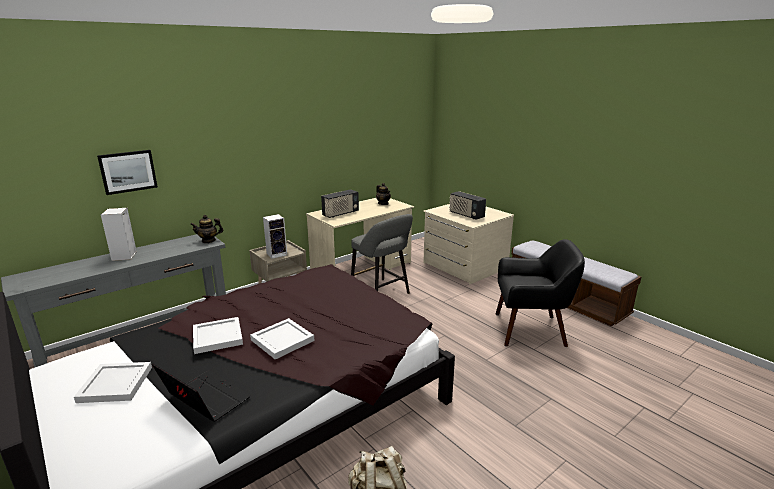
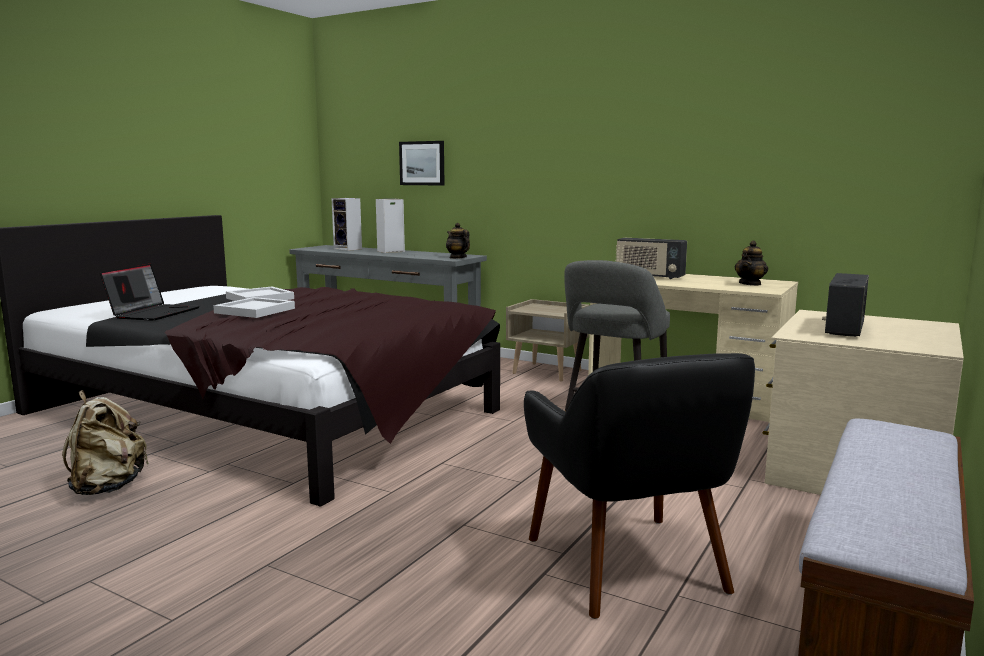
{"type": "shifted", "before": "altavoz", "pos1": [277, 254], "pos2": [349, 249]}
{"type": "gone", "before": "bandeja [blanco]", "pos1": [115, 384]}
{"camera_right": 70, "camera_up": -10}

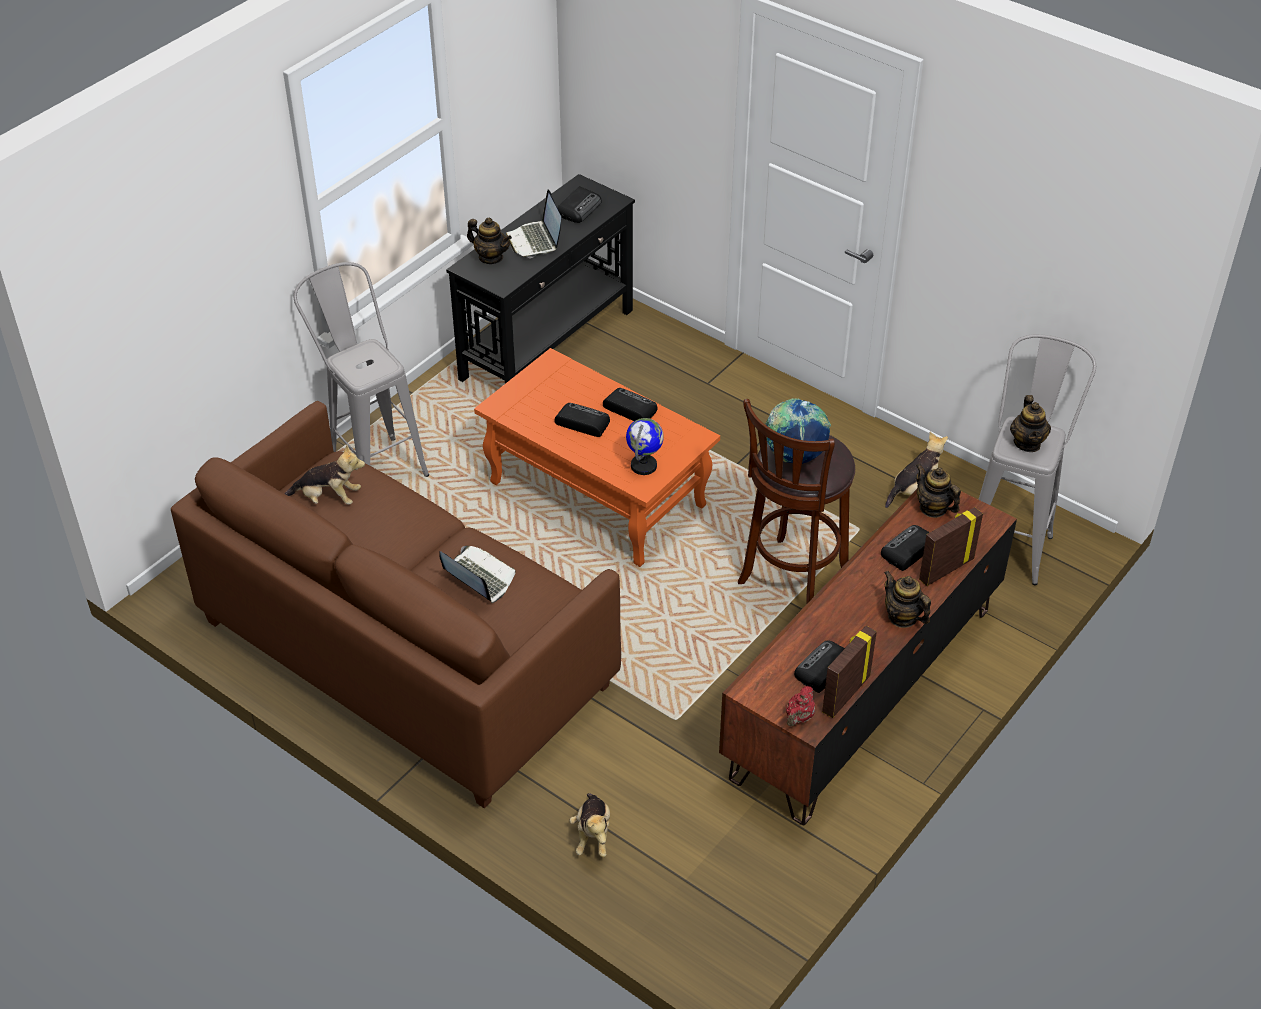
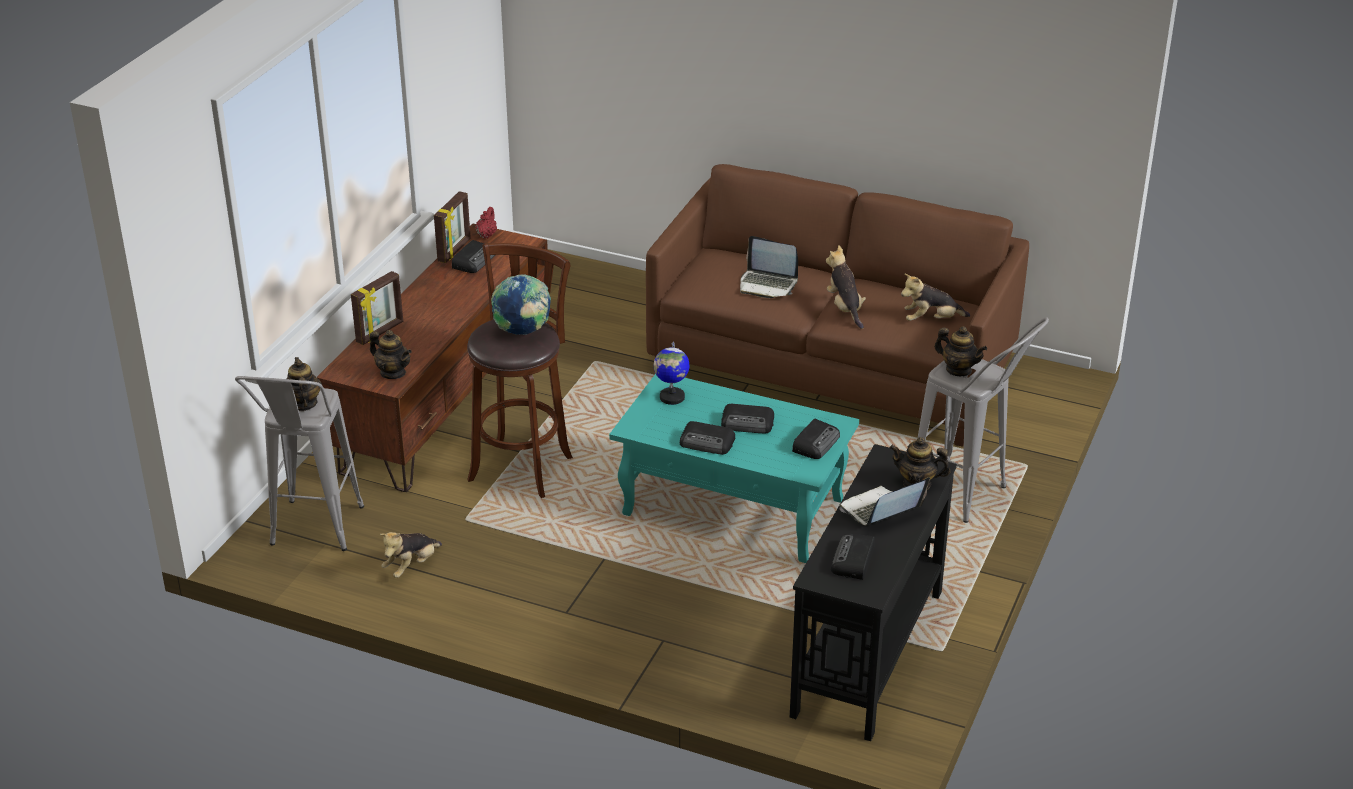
{"type": "rotated", "before": "portátil", "pos1": [535, 241], "pos2": [880, 511], "turn": -90}
{"type": "repainted", "before": "mesa de centro [naranja]", "after": "mesa de centro [turquesa]", "pos1": [596, 494], "pos2": [735, 508]}
{"type": "shifted", "before": "radio", "pos1": [908, 551], "pos2": [816, 443]}
{"type": "shifted", "before": "tetera", "pos1": [902, 617], "pos2": [958, 370]}
{"type": "shifted", "before": "peluche", "pos1": [593, 835], "pos2": [845, 308]}
{"camera_right": 165, "camera_up": -10}

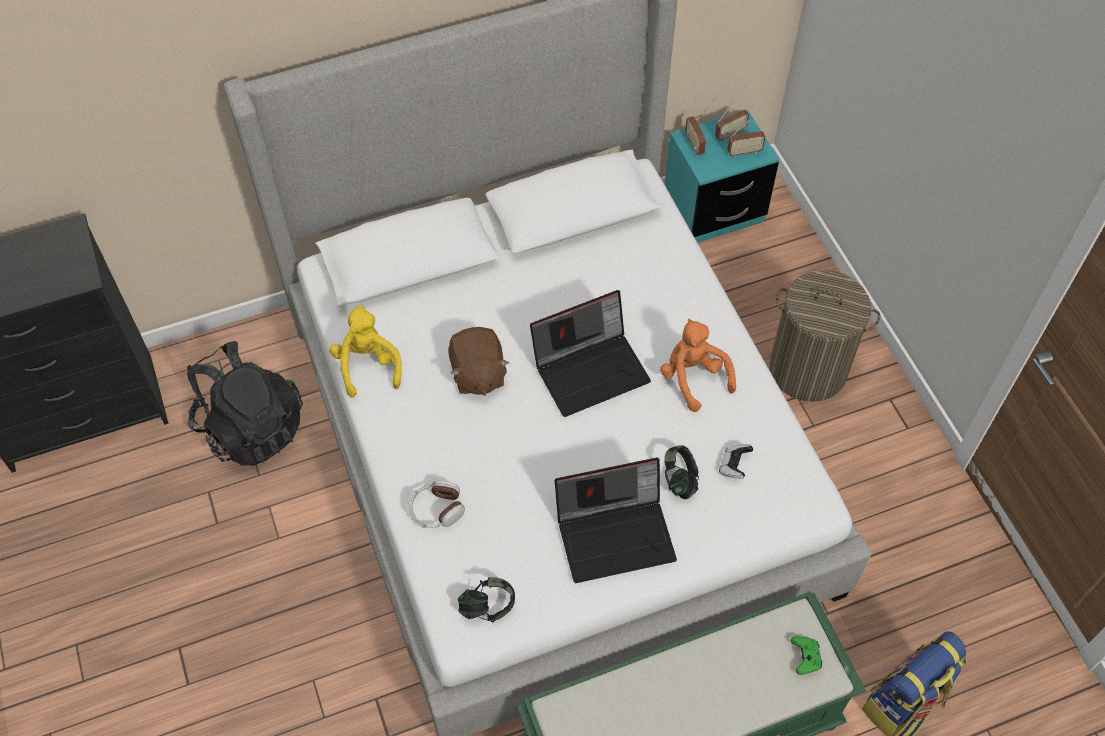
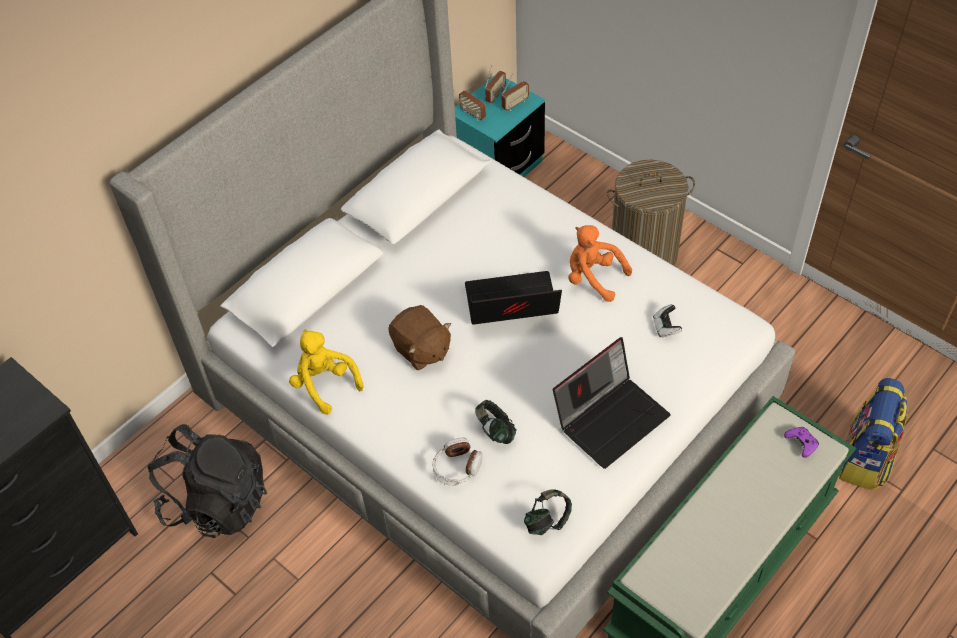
{"type": "rotated", "before": "portátil", "pos1": [591, 369], "pos2": [510, 306], "turn": -135}
{"type": "shifted", "before": "auriculares", "pos1": [679, 480], "pos2": [495, 431]}
{"type": "repainted", "before": "mando de consola [verde]", "after": "mando de consola [morado]", "pos1": [805, 657], "pos2": [801, 444]}
{"camera_right": -25, "camera_up": -5}

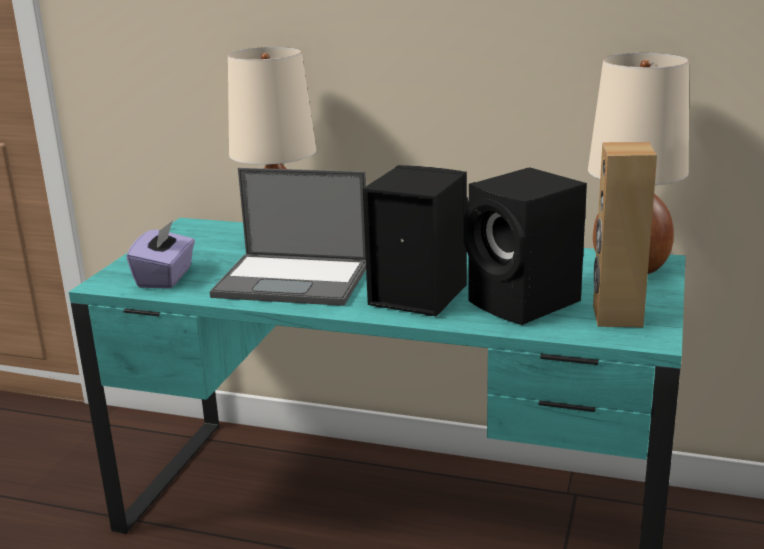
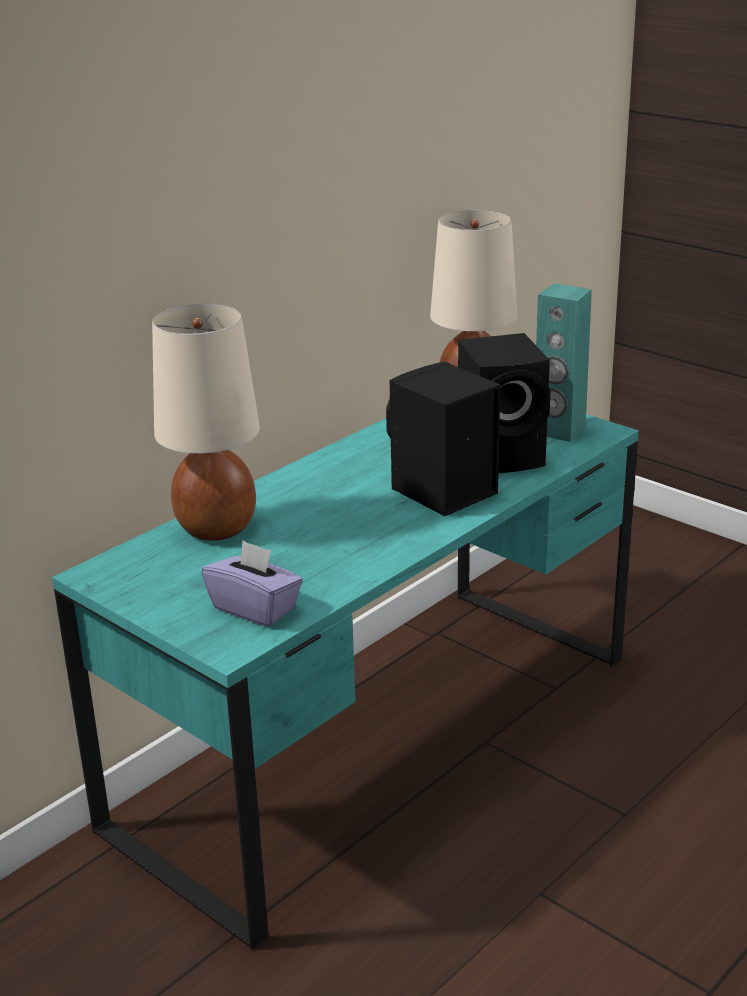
{"type": "repainted", "before": "altavoz [marrón]", "after": "altavoz [turquesa]", "pos1": [616, 316], "pos2": [559, 431]}
{"type": "gone", "before": "portátil", "pos1": [295, 280]}
{"camera_right": -65, "camera_up": 5}

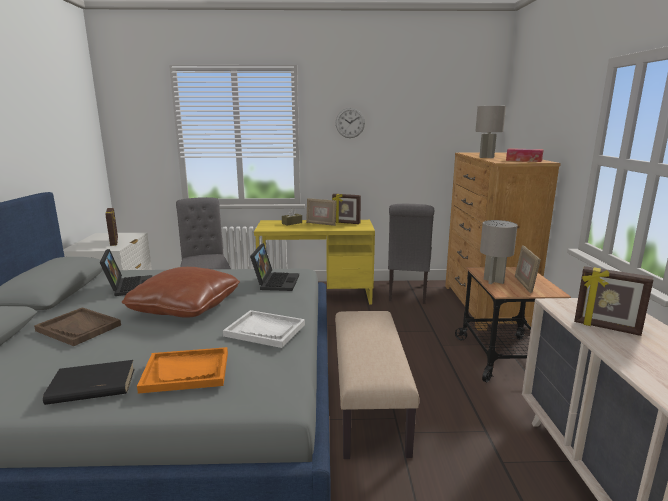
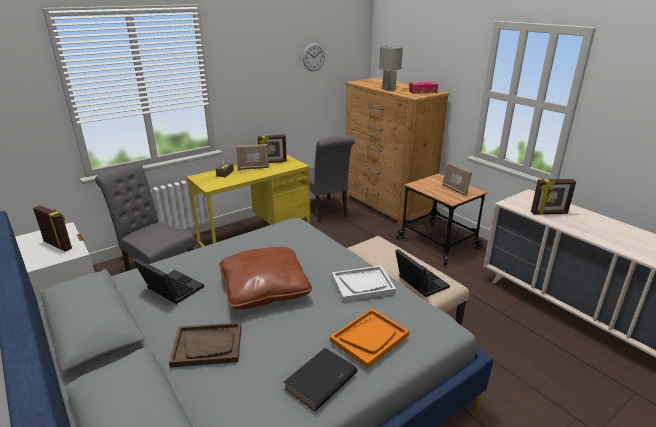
{"type": "shifted", "before": "reloj de pared", "pos1": [350, 123], "pos2": [313, 57]}
{"type": "gone", "before": "lámpara de mesa [gris]", "pos1": [493, 281]}
{"type": "shifted", "before": "portátil", "pos1": [275, 282], "pos2": [419, 282]}
{"camera_right": -35, "camera_up": 10}

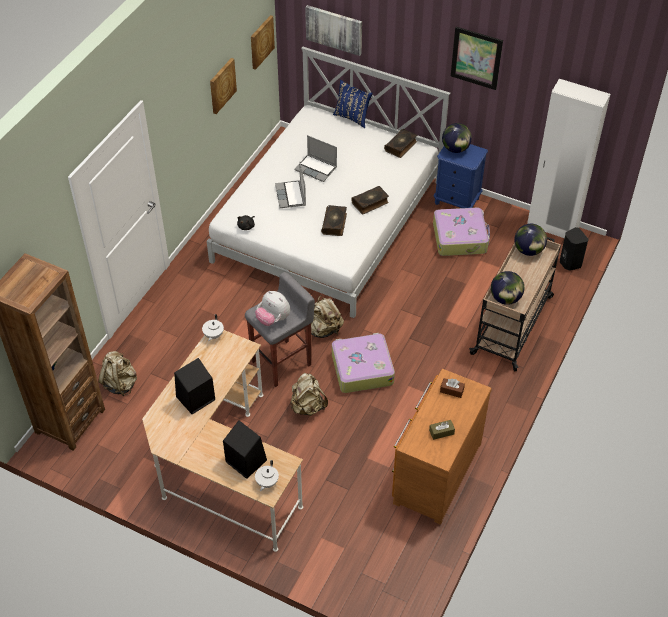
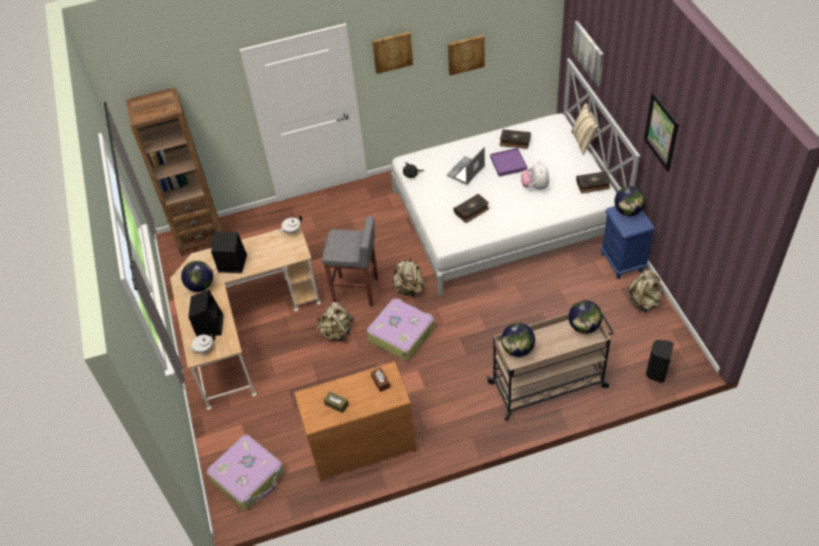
{"type": "shifted", "before": "cuadro", "pos1": [261, 42], "pos2": [392, 52]}
{"type": "gone", "before": "armario ropero [blanco]", "pos1": [552, 227]}
{"type": "repainted", "before": "cojín [azul]", "after": "cojín [beis]", "pos1": [352, 117], "pos2": [583, 141]}
{"type": "swapped", "before": "portátil", "after": "bandeja [morado]", "pos1": [316, 168], "pos2": [508, 163]}
{"type": "shifted", "before": "libro", "pos1": [370, 203], "pos2": [515, 142]}
{"type": "shifted", "before": "maleta", "pos1": [460, 237], "pos2": [249, 477]}
{"type": "shifted", "before": "peluche", "pos1": [273, 319], "pos2": [535, 186]}
{"type": "shifted", "before": "mochila [beis]", "pos1": [120, 384], "pos2": [644, 301]}
{"type": "new", "after": "globo terráqueo", "pos2": [201, 285]}
{"camera_right": 50, "camera_up": 0}

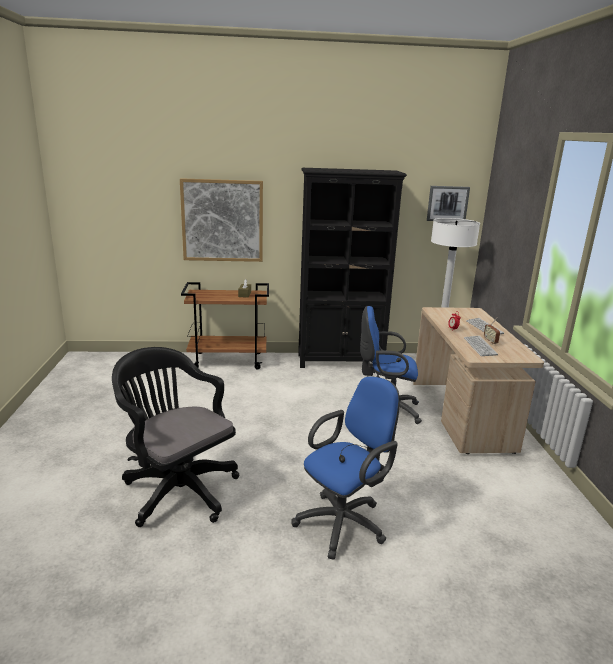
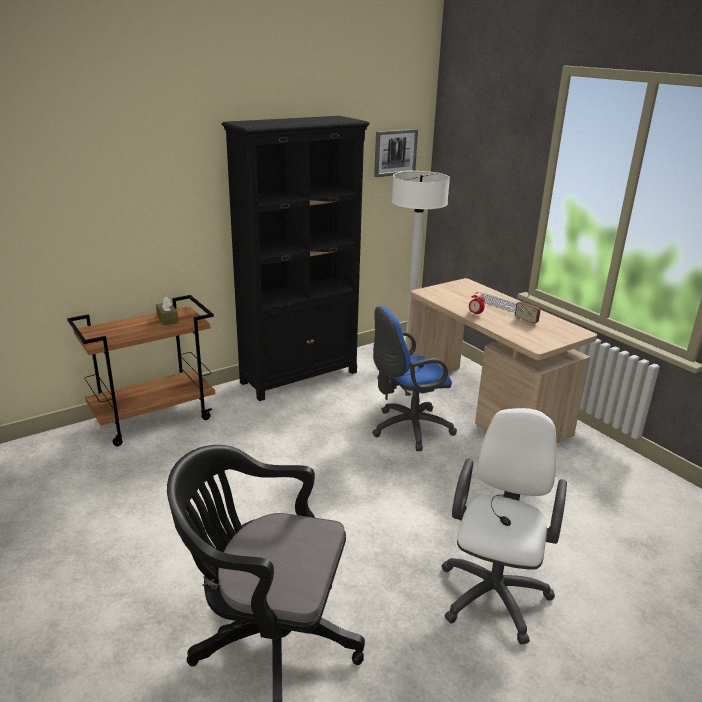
{"type": "gone", "before": "cuadro", "pos1": [222, 220]}
{"type": "gone", "before": "teclado", "pos1": [480, 346]}
{"type": "repainted", "before": "silla de oficina [azul]", "after": "silla de oficina [blanco]", "pos1": [345, 522], "pos2": [495, 590]}
{"camera_right": -30, "camera_up": 5}

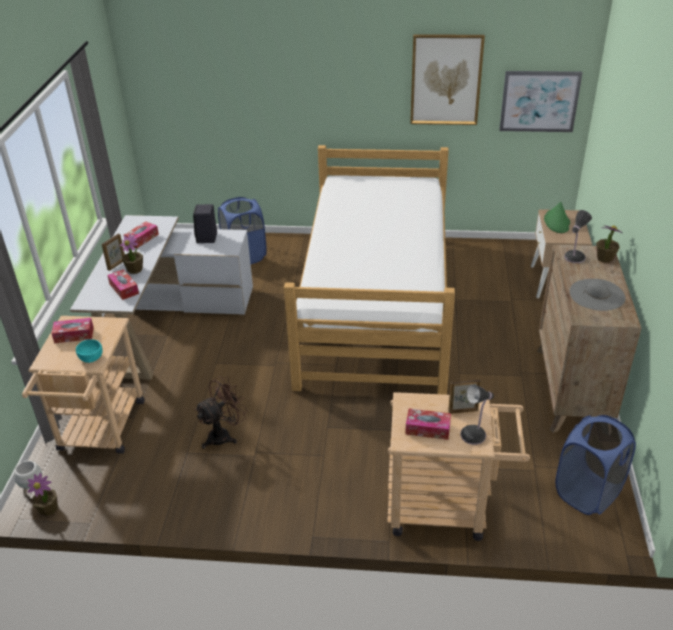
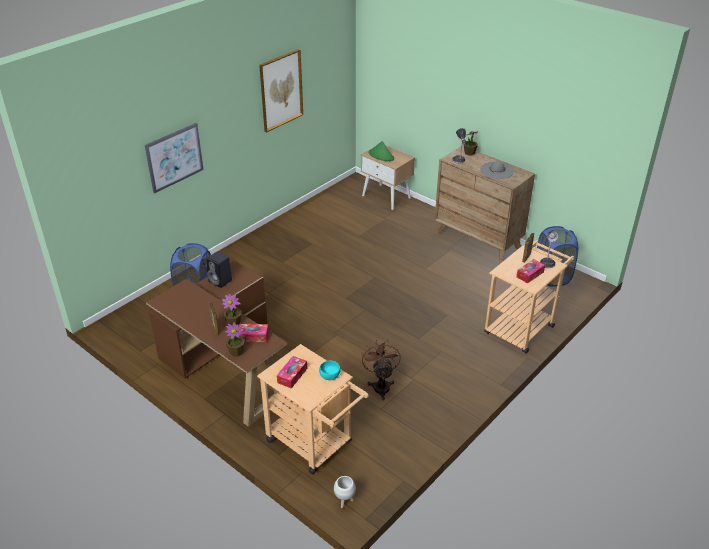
{"type": "shifted", "before": "cuadro", "pos1": [539, 101], "pos2": [174, 157]}
{"type": "gone", "before": "cama", "pos1": [376, 306]}
{"type": "repainted", "before": "escritorio [blanco]", "after": "escritorio [marrón]", "pos1": [165, 321], "pos2": [225, 364]}
{"type": "gone", "before": "caja de pañuelos", "pos1": [142, 239]}
{"type": "shifted", "before": "planta en maceta", "pos1": [48, 509], "pos2": [236, 351]}
{"camera_right": -55, "camera_up": 0}

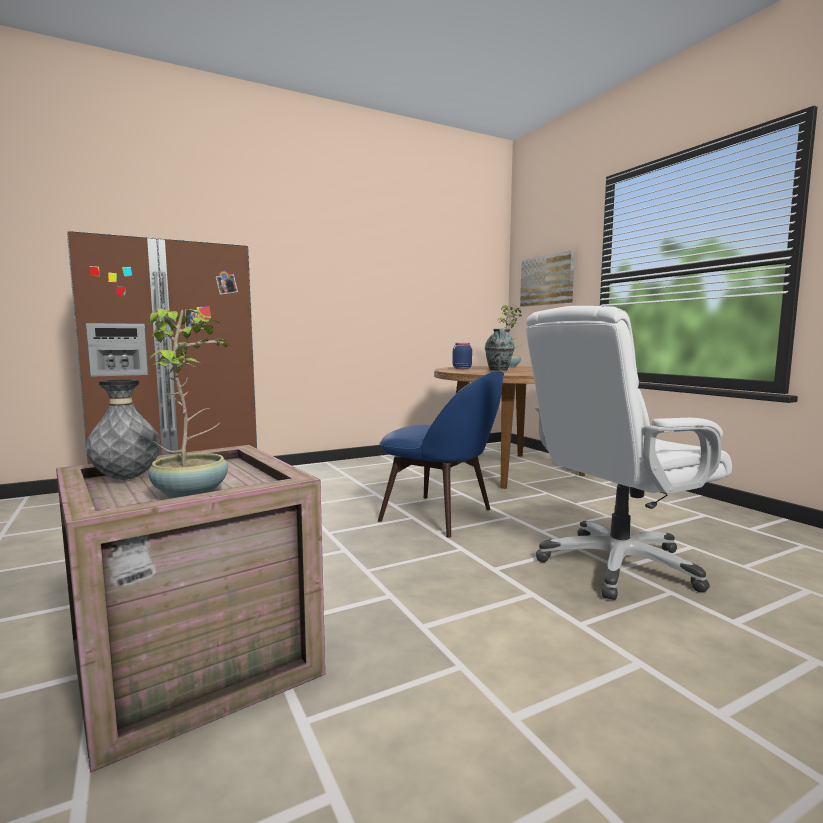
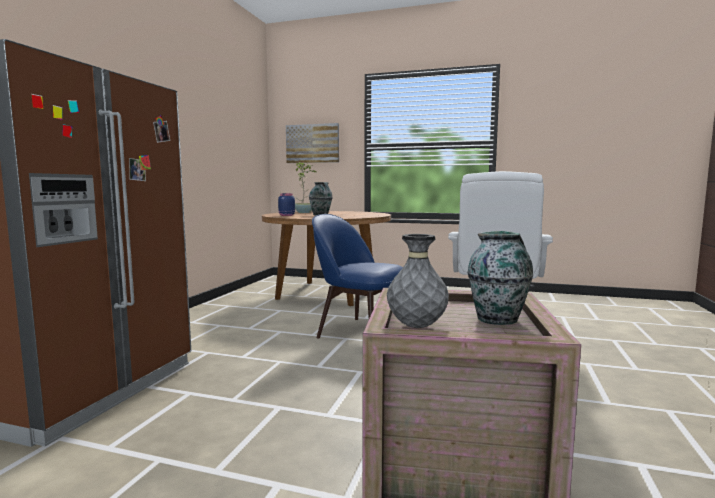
{"type": "swapped", "before": "planta en maceta", "after": "florero", "pos1": [192, 493], "pos2": [498, 319]}
{"type": "rotated", "before": "silla [azul]", "pos1": [440, 516], "pos2": [359, 332], "turn": -135}
{"camera_right": -45, "camera_up": 0}

